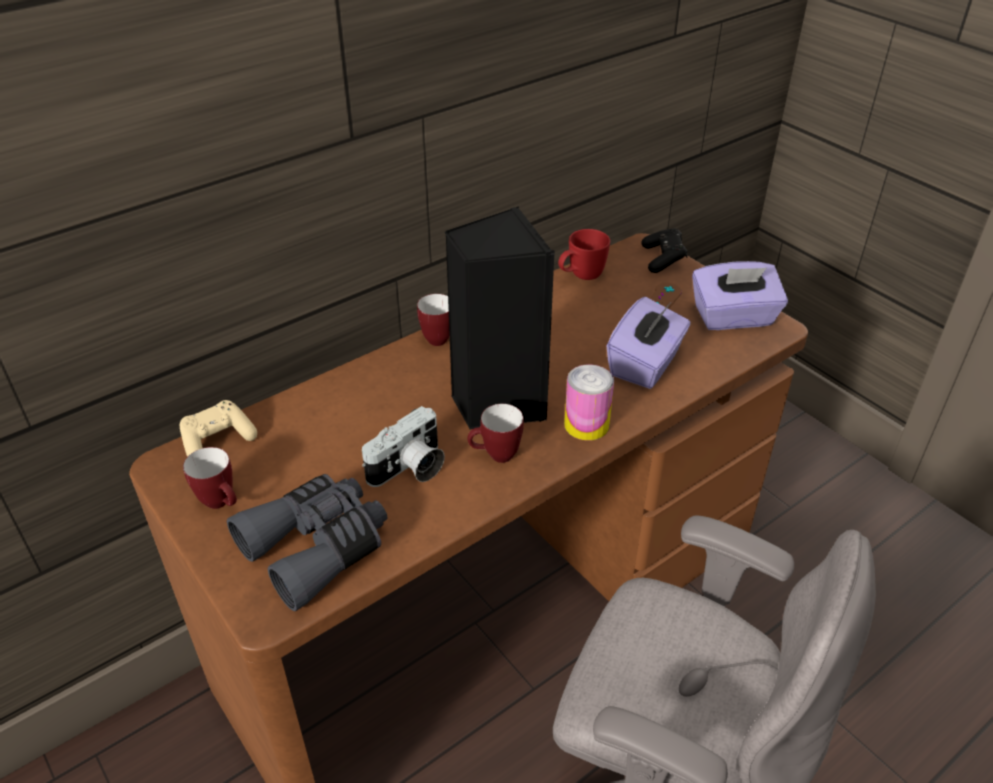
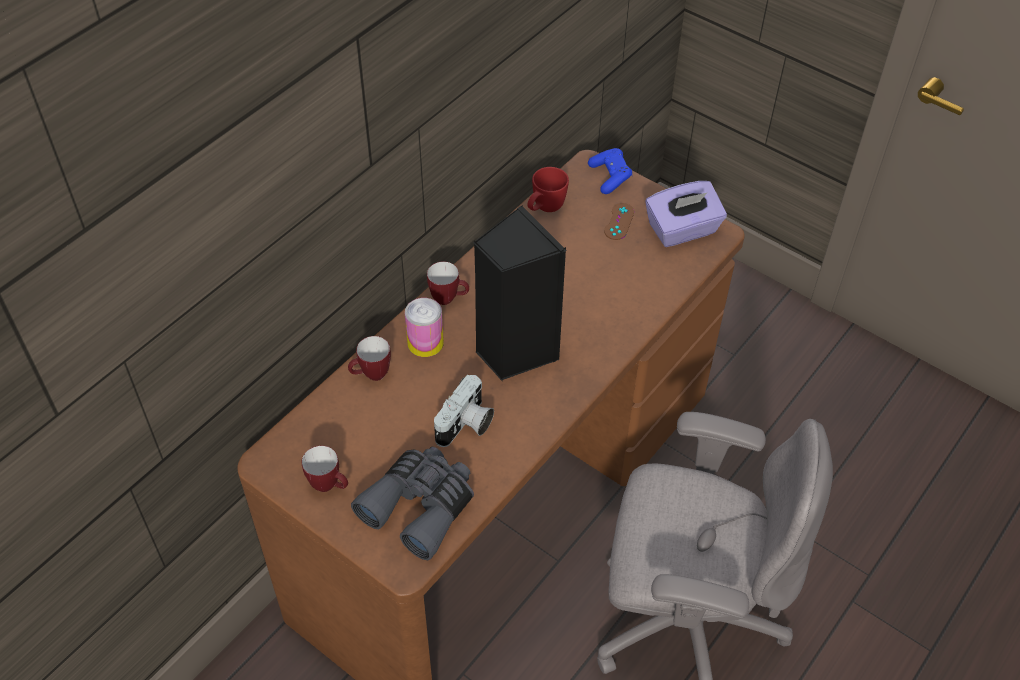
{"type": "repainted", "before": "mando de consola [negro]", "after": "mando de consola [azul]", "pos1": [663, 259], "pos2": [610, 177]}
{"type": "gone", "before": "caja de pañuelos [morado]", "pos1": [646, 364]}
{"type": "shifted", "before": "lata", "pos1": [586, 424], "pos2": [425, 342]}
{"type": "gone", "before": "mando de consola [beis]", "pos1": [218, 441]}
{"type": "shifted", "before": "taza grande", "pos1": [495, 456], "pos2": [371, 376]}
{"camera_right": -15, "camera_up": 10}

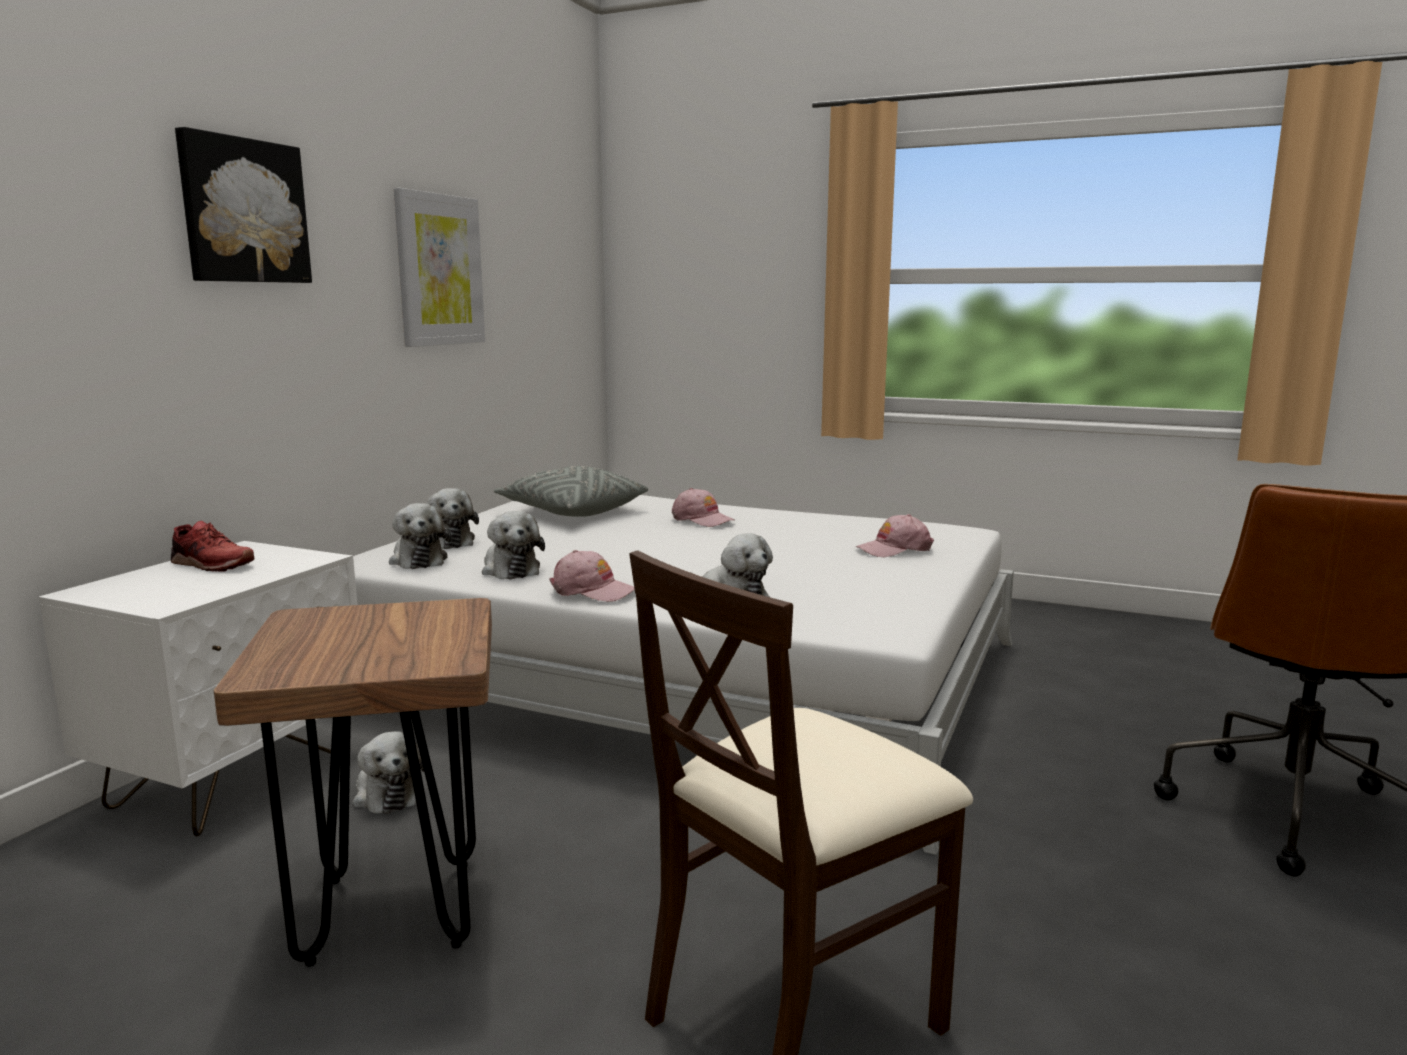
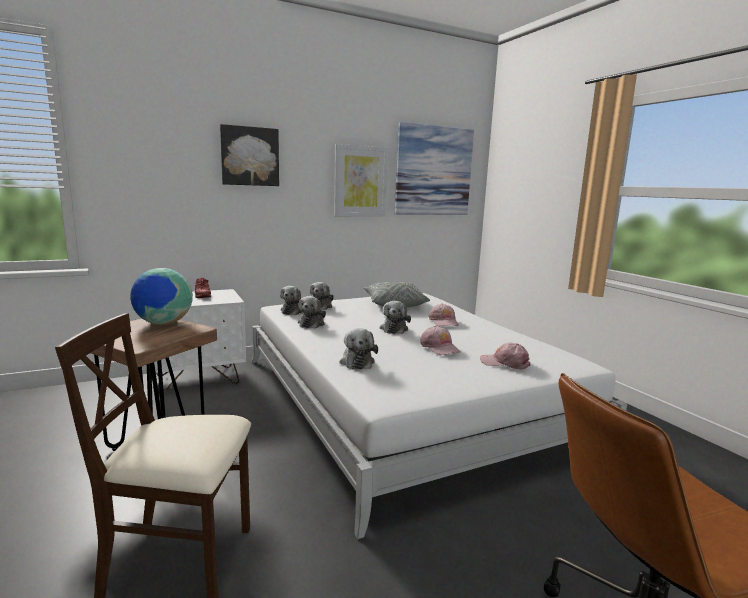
{"type": "shifted", "before": "gorra [rosa]", "pos1": [592, 590], "pos2": [439, 348]}
{"type": "shifted", "before": "peluche", "pos1": [387, 793], "pos2": [394, 328]}
{"type": "new", "after": "cuadro", "pos2": [433, 171]}
{"type": "new", "after": "globo terráqueo", "pos2": [163, 323]}
{"camera_right": 40, "camera_up": 0}

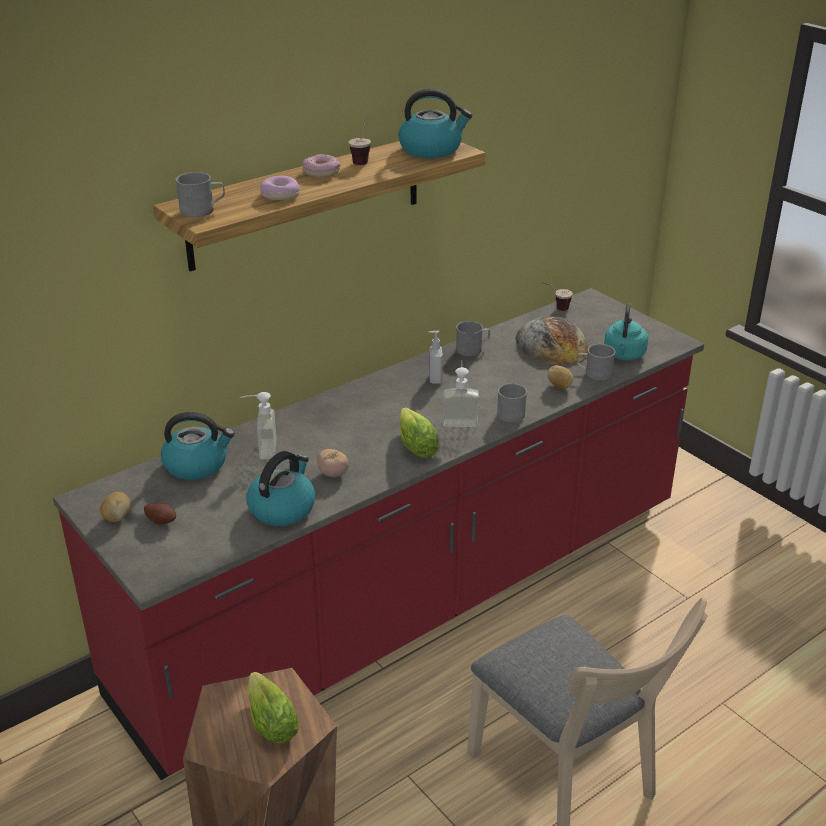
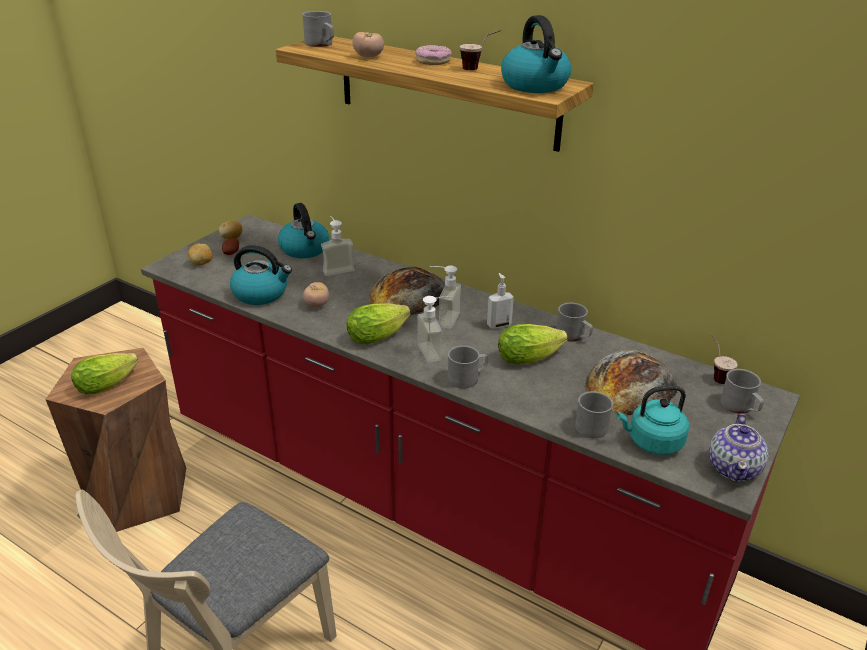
{"type": "swapped", "before": "rosquilla", "after": "tomate", "pos1": [279, 195], "pos2": [368, 57]}
{"type": "shifted", "before": "patata", "pos1": [560, 386], "pos2": [202, 263]}
{"type": "new", "after": "dispensador de jabón", "pos2": [442, 319]}
{"type": "new", "after": "pan", "pos2": [409, 294]}
{"type": "new", "after": "lechuga", "pos2": [532, 357]}
{"type": "new", "after": "taza grande [gris]", "pos2": [740, 407]}
{"type": "new", "after": "tetera", "pos2": [734, 468]}
{"camera_right": 70, "camera_up": 0}

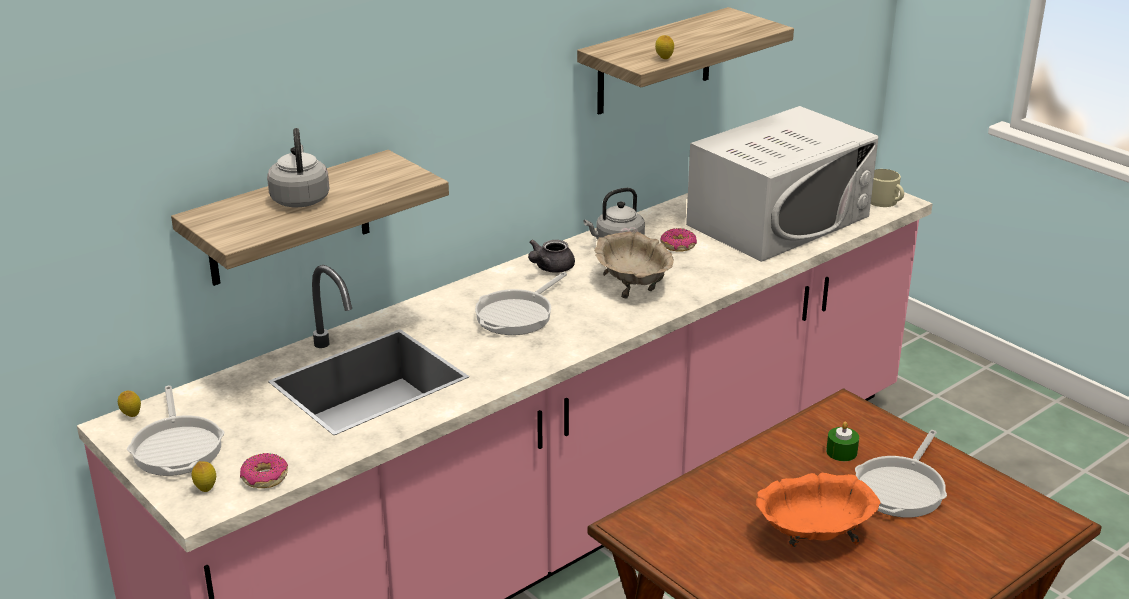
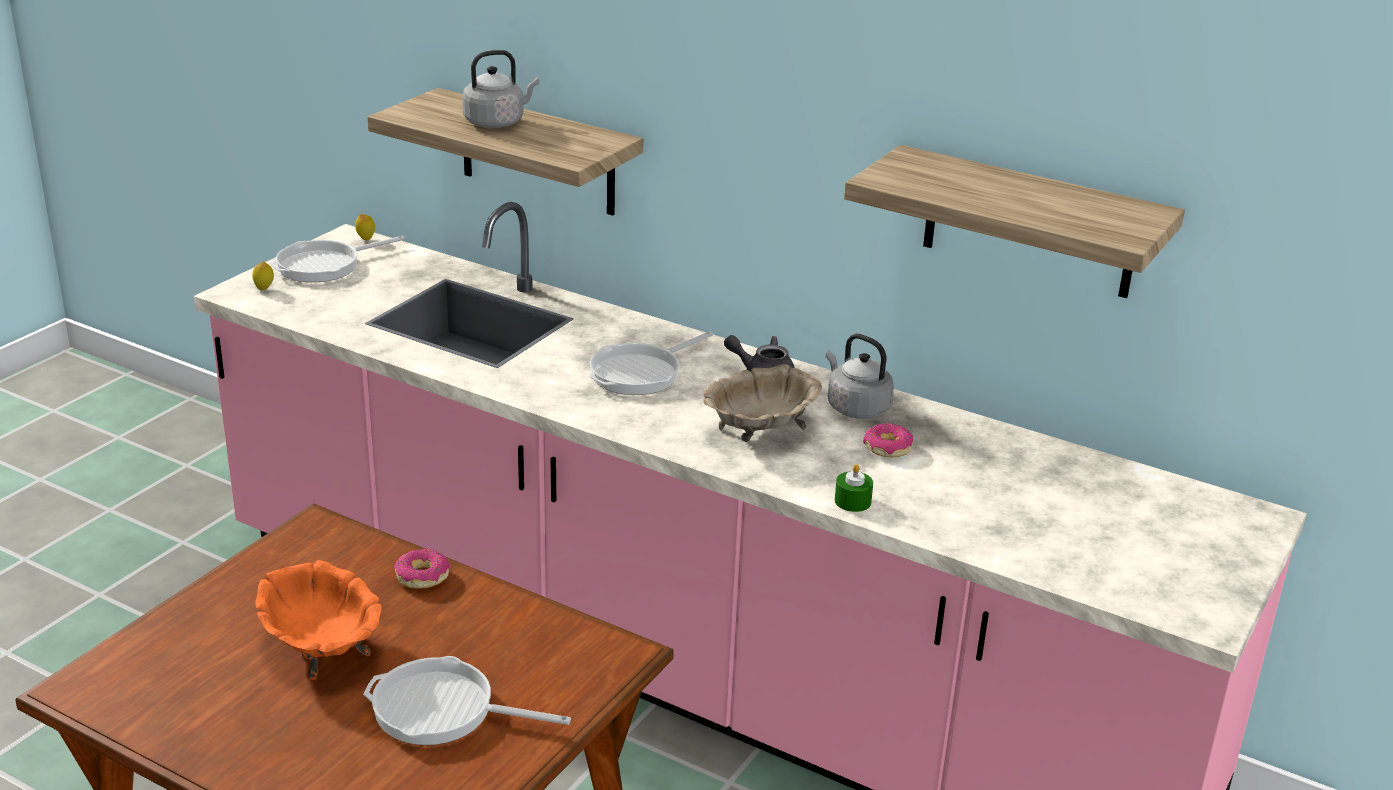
{"type": "gone", "before": "limón", "pos1": [664, 59]}
{"type": "gone", "before": "microondas [blanco]", "pos1": [778, 220]}
{"type": "gone", "before": "taza grande [beis]", "pos1": [885, 201]}
{"type": "rotated", "before": "sartén", "pos1": [517, 315], "pos2": [640, 373], "turn": -60}
{"type": "shifted", "before": "vela [verde]", "pos1": [841, 452], "pos2": [852, 501]}
{"type": "shifted", "before": "rosquilla", "pos1": [264, 478], "pos2": [422, 576]}
{"camera_right": 70, "camera_up": 0}

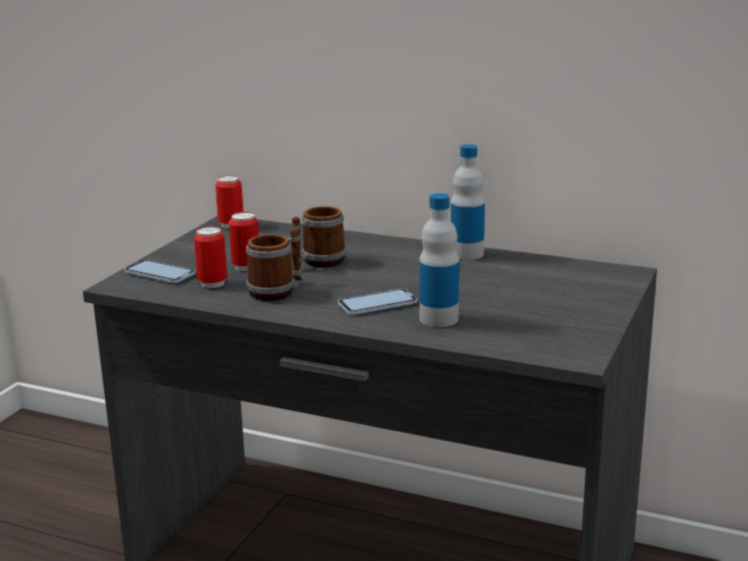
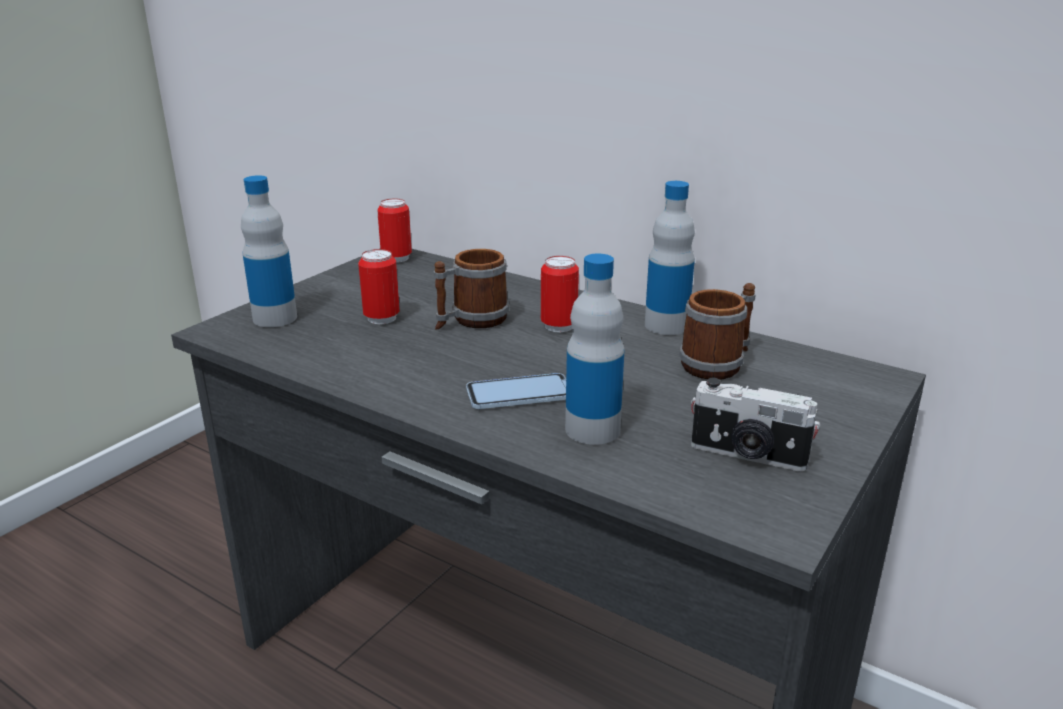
{"type": "shifted", "before": "lata", "pos1": [212, 283], "pos2": [559, 326]}
{"type": "shifted", "before": "taza grande", "pos1": [278, 290], "pos2": [718, 363]}
{"type": "swapped", "before": "móvil", "after": "botella", "pos1": [160, 273], "pos2": [275, 318]}
{"type": "new", "after": "cámara", "pos2": [748, 455]}
{"camera_right": 10, "camera_up": 5}

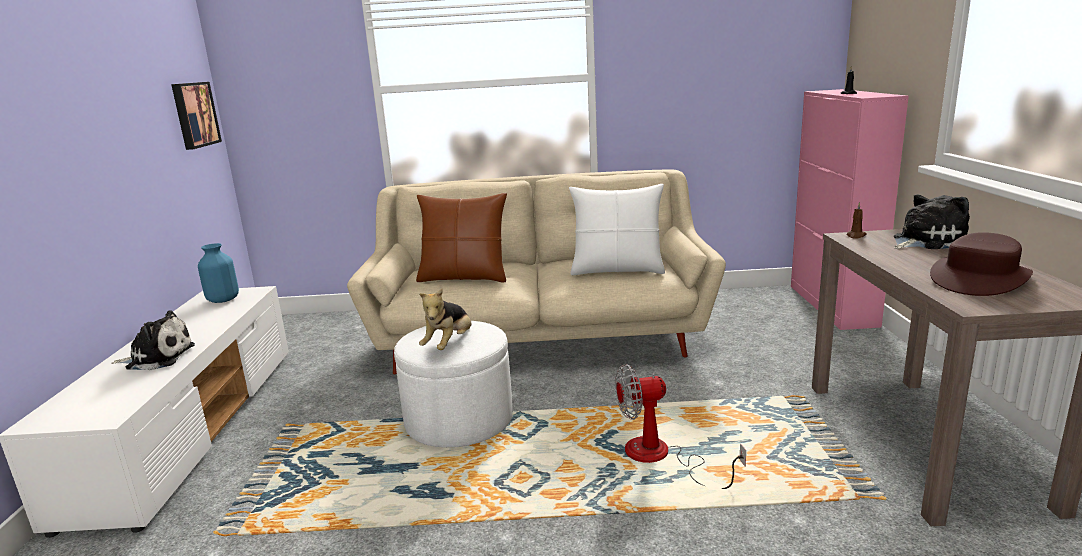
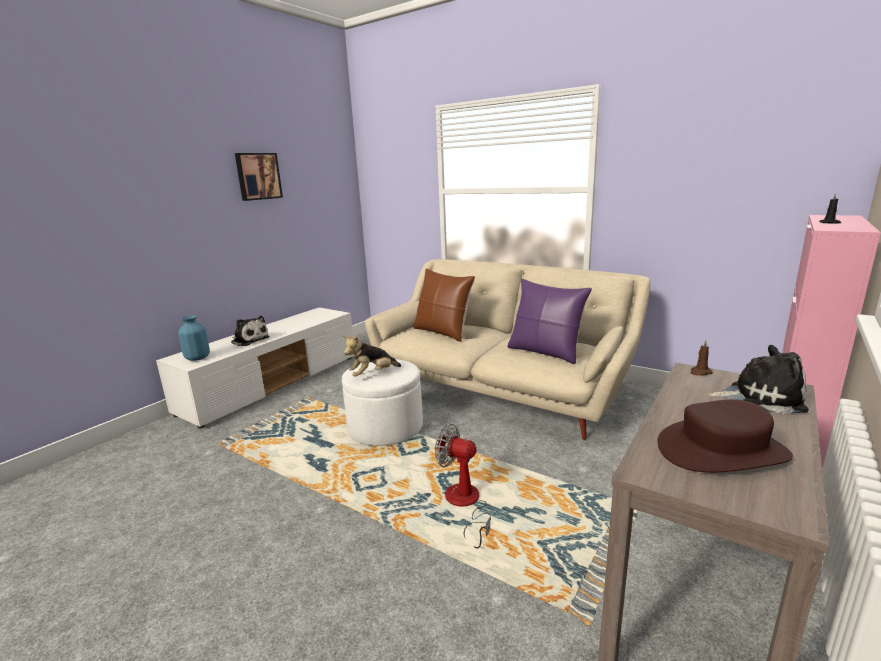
{"type": "shifted", "before": "cuadro", "pos1": [194, 114], "pos2": [258, 176]}
{"type": "repainted", "before": "cojín [blanco]", "after": "cojín [morado]", "pos1": [617, 270], "pos2": [545, 352]}
{"type": "shifted", "before": "florero [azul]", "pos1": [223, 300], "pos2": [197, 358]}
{"camera_right": 35, "camera_up": 0}

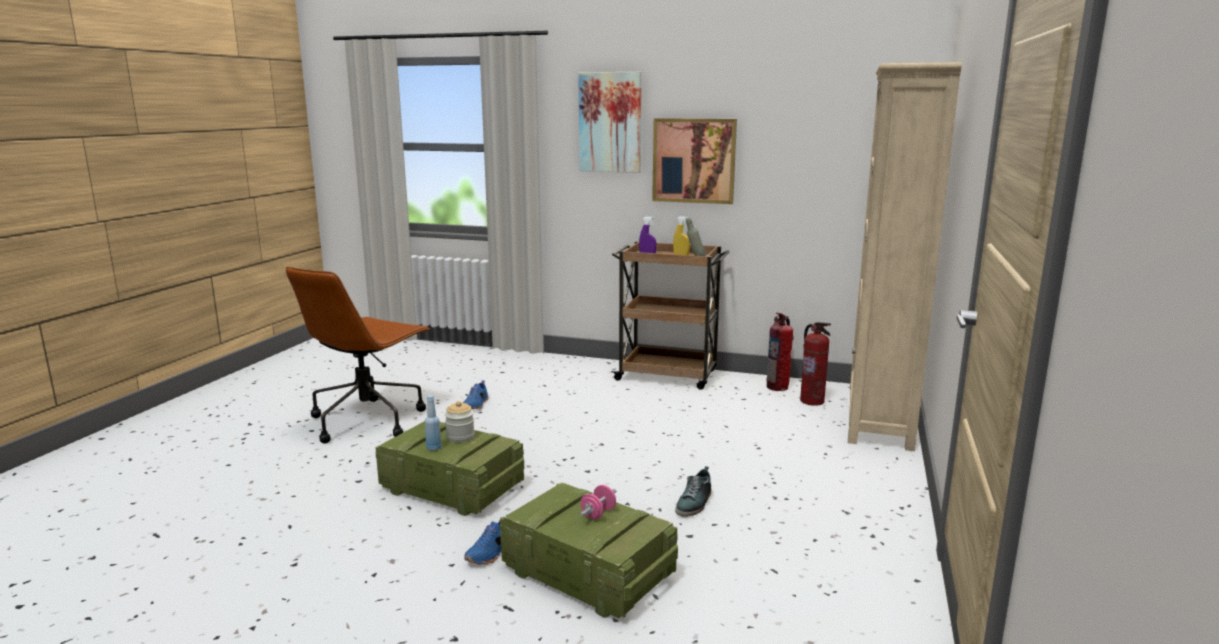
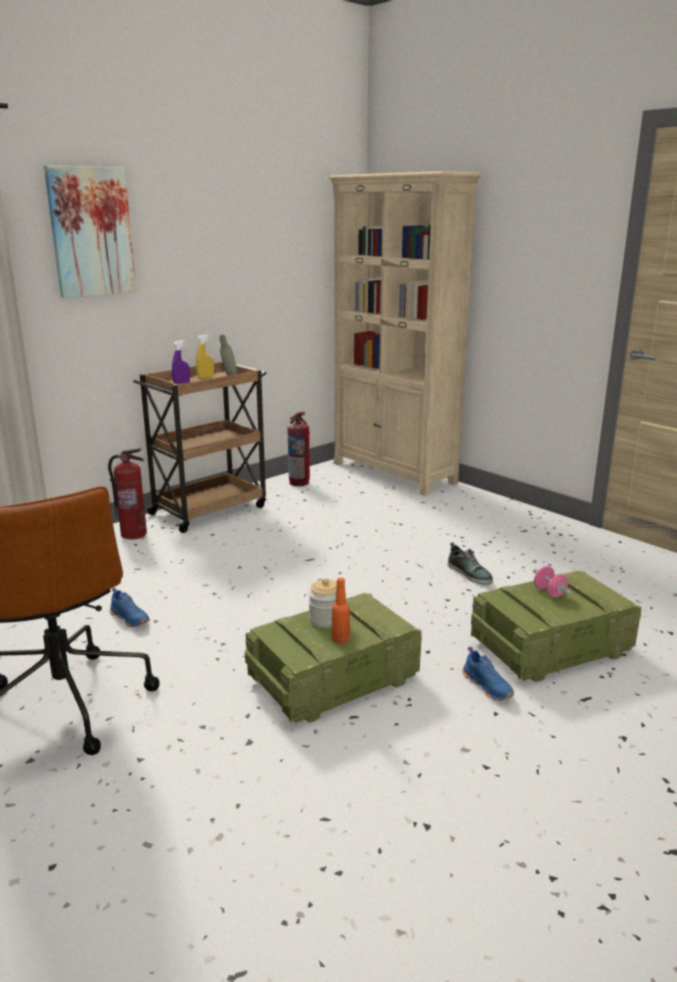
{"type": "gone", "before": "cuadro", "pos1": [694, 160]}
{"type": "shifted", "before": "extintor", "pos1": [812, 401], "pos2": [134, 534]}
{"type": "repainted", "before": "botella [azul]", "after": "botella [naranja]", "pos1": [433, 448], "pos2": [340, 640]}
{"camera_right": -60, "camera_up": 5}

